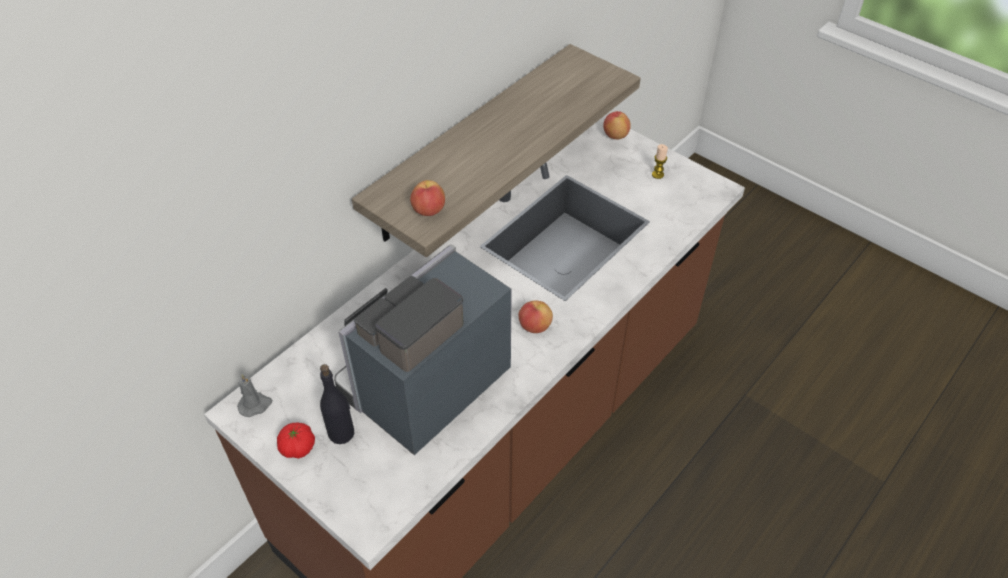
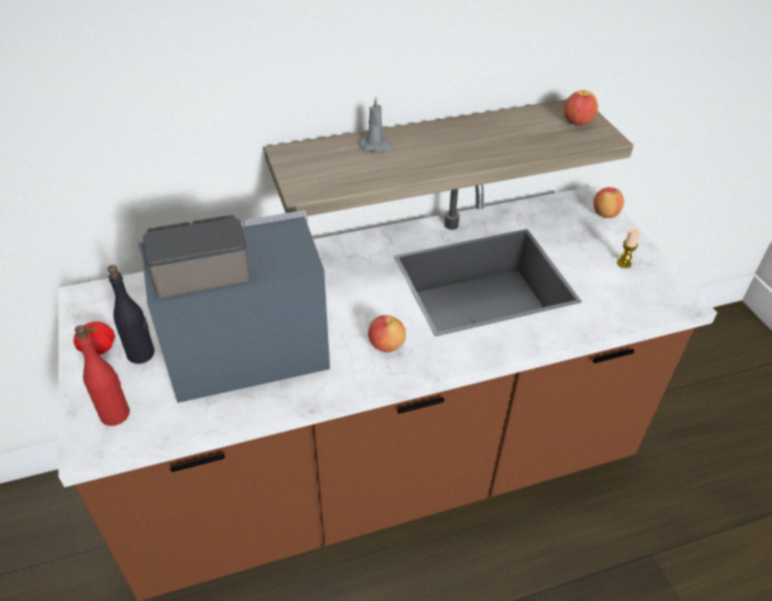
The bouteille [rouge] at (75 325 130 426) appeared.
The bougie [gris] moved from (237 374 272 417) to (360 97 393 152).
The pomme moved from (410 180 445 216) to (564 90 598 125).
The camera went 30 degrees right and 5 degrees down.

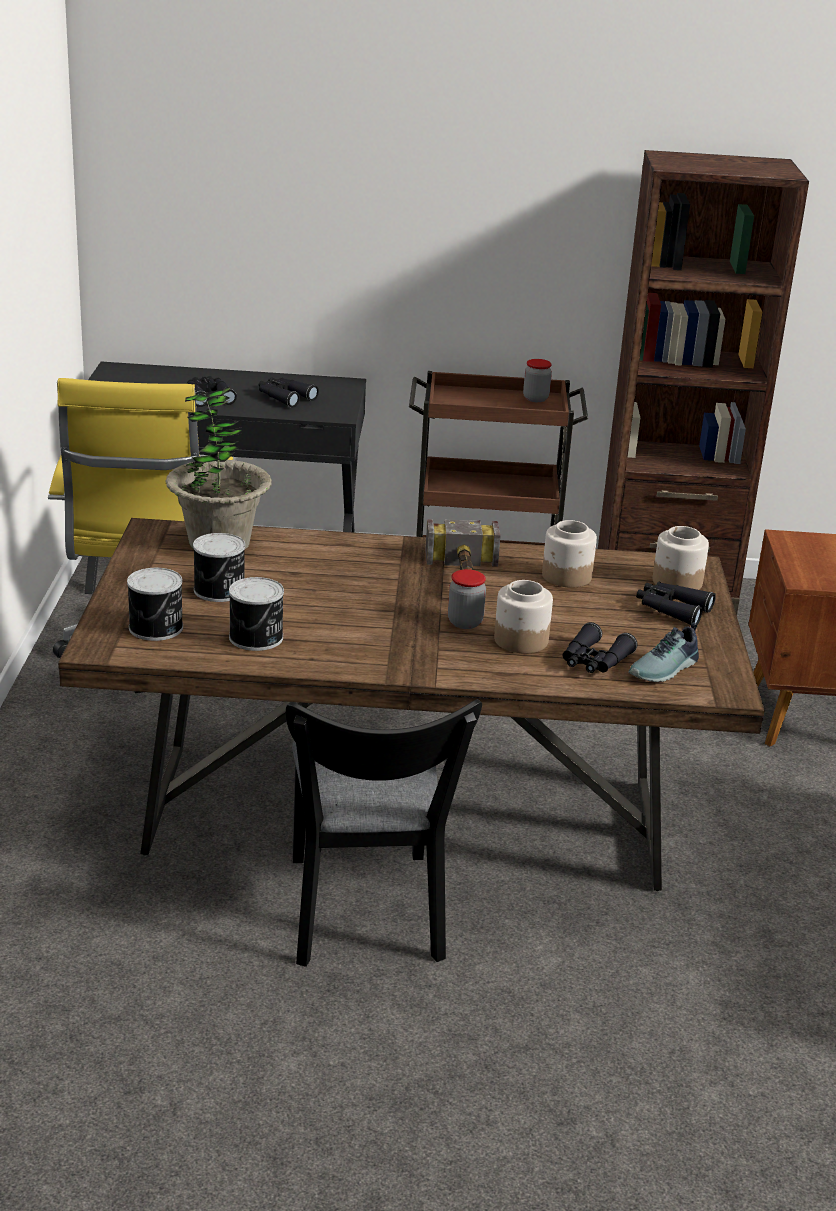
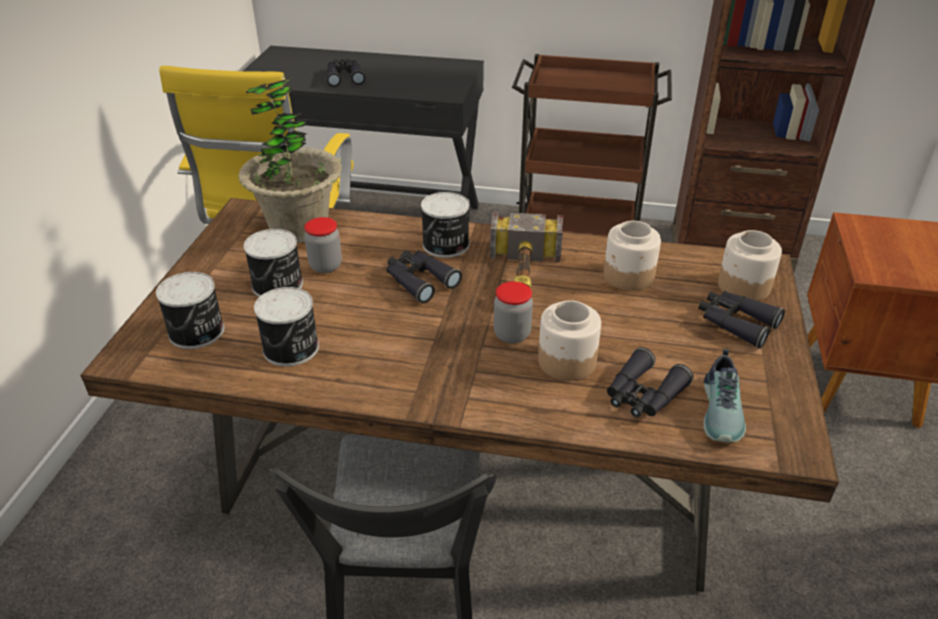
The bocal moved from (523 359 552 402) to (304 217 342 273).
The jumelles [noir] moved from (259 377 319 408) to (386 250 462 303).
The boîte métallique at (421 192 469 258) appeared.
The chaussure at (628 622 699 682) turned 45 degrees counterclockwise.
The camera went 10 degrees right and 10 degrees up.

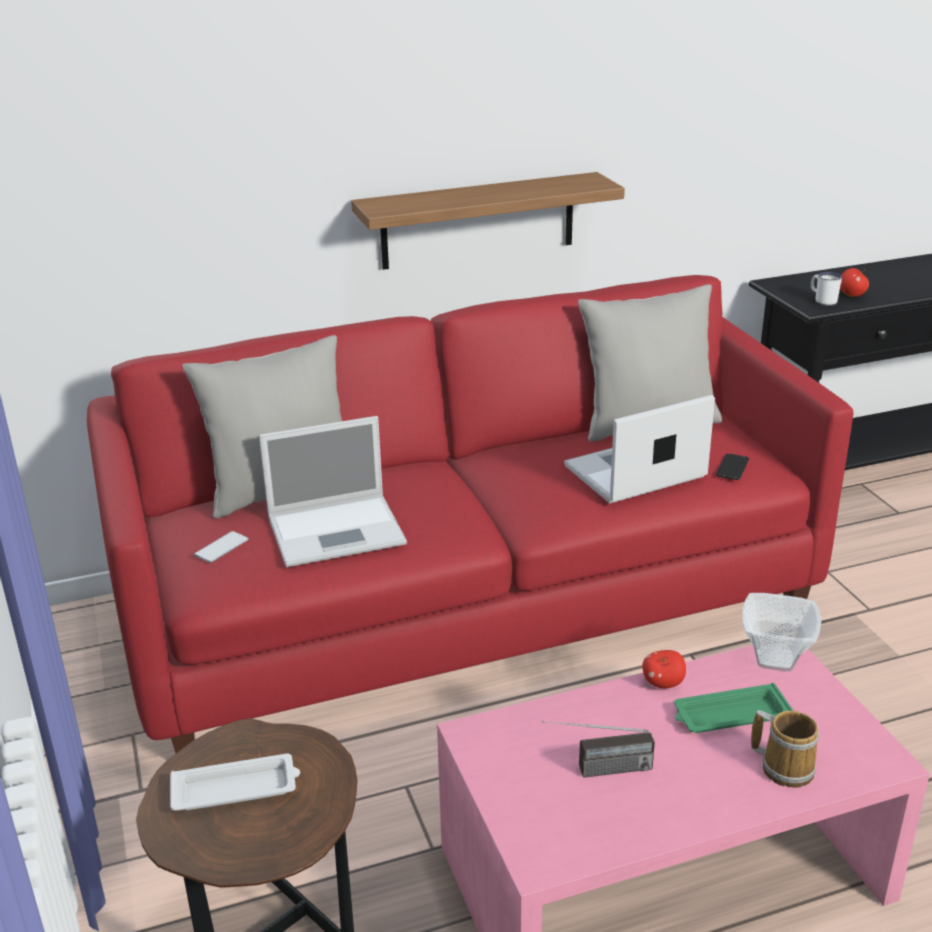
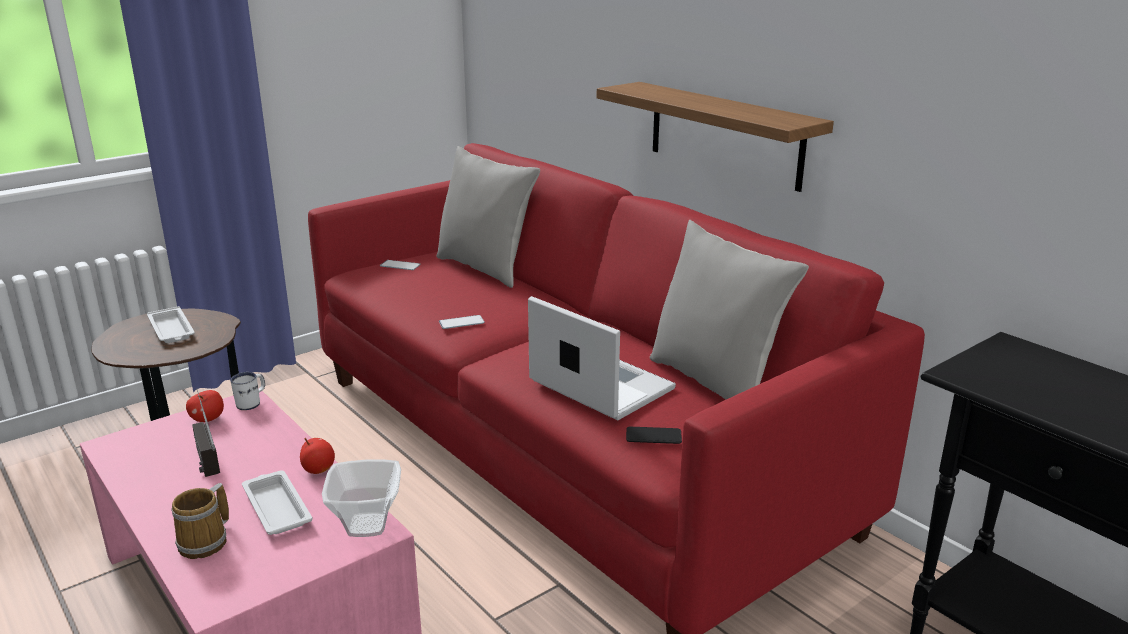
The pomme moved from (840 268 869 297) to (186 390 224 422).
The mug [blanc] moved from (810 272 842 306) to (230 372 265 410).
The plateau [vert] at (674 683 794 733) became the plateau [blanc] at (242 470 313 535).
The téléphone at (439 315 485 329) appeared.
The ordinateur portable at (259 416 407 567) disappeared.
The camera went 70 degrees right and 5 degrees down.

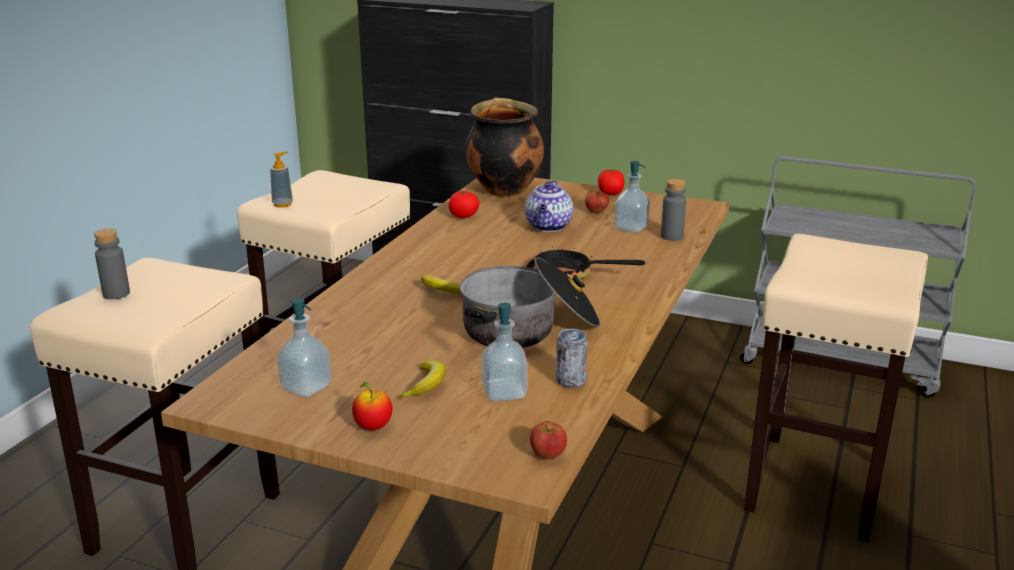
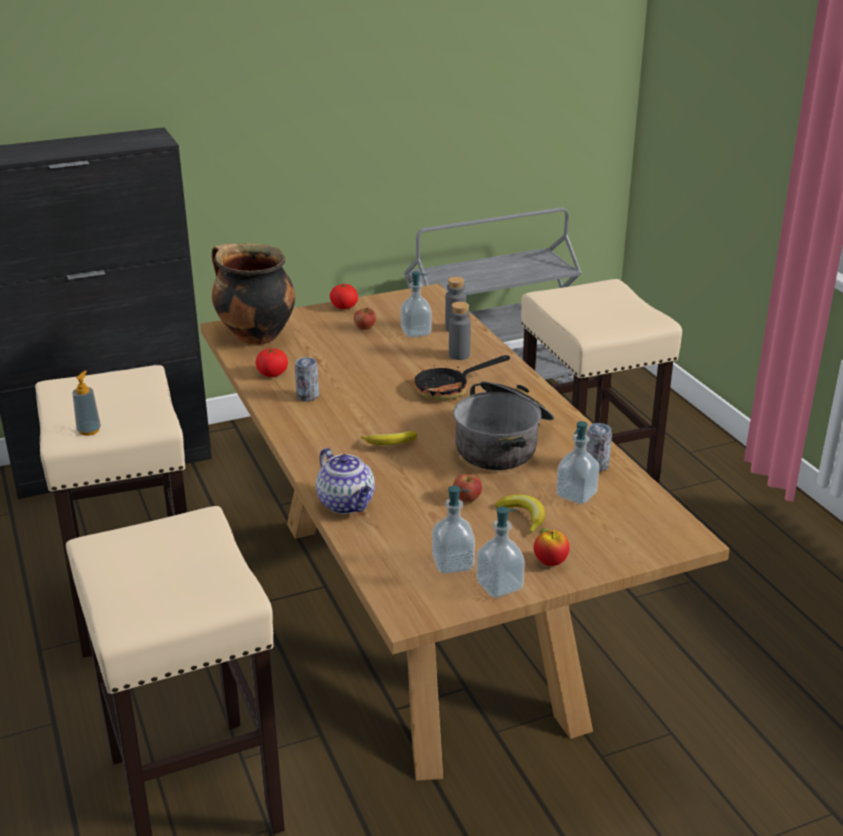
The boîte métallique at (295 357 319 402) appeared.
The théière moved from (525 180 573 232) to (316 448 375 514).
The bouteille [gris] moved from (94 229 130 299) to (449 302 471 360).
The pomme moved from (530 421 567 460) to (453 474 482 502).
The distributeur de savon at (476 506 525 598) appeared.
The camera went 45 degrees left and 5 degrees up.

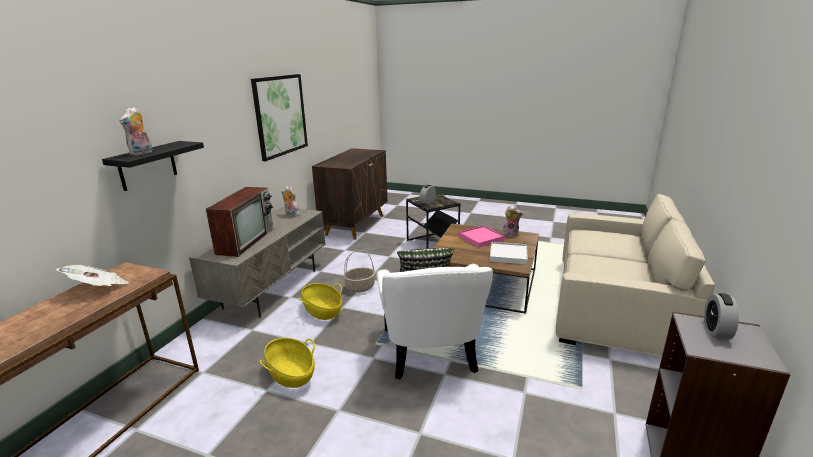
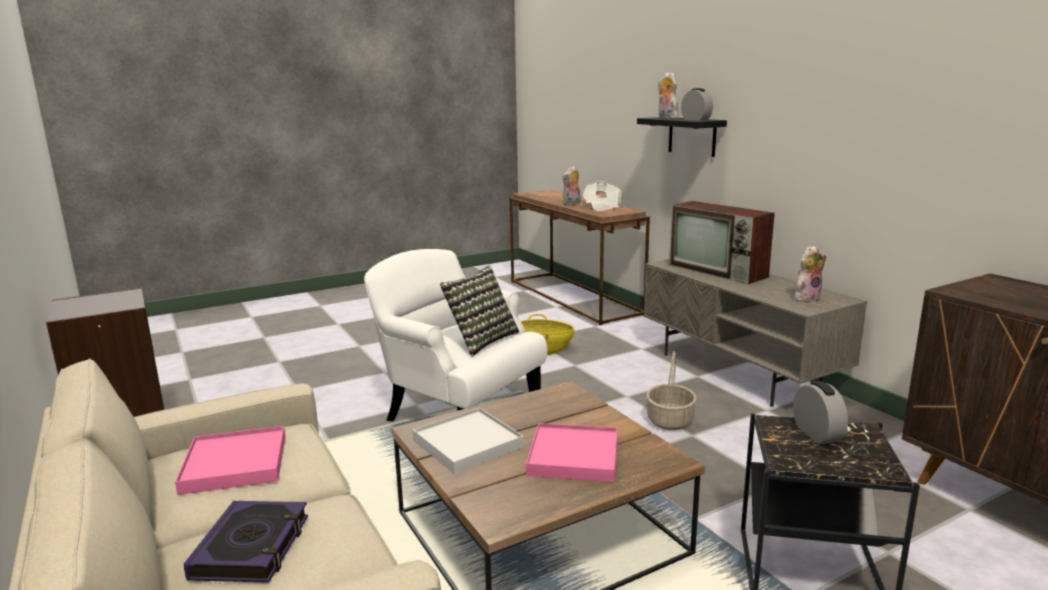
The plateau [rose] at (175 426 286 495) appeared.
The livre at (184 501 308 583) appeared.
The peluche moved from (503 206 523 237) to (562 166 581 205).
The réveil moved from (704 293 739 340) to (681 88 713 120).
The tableau at (251 74 308 161) disappeared.
The panier at (299 283 342 320) disappeared.
The camera went 130 degrees right and 5 degrees down.

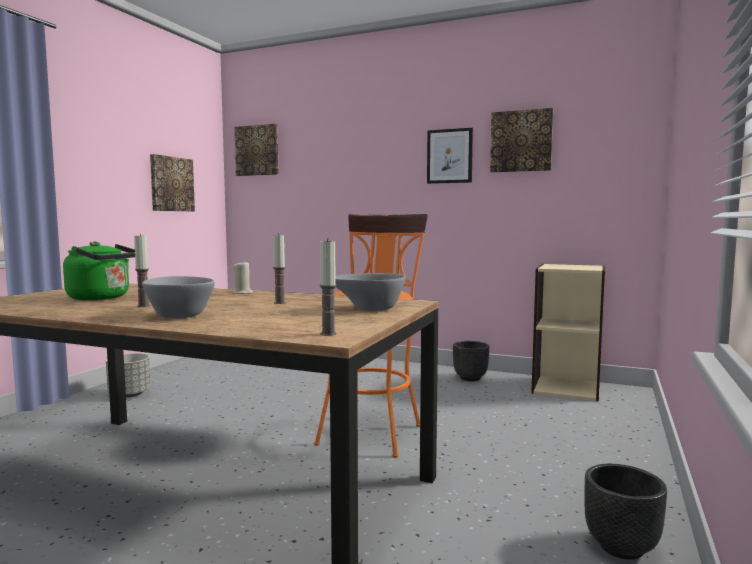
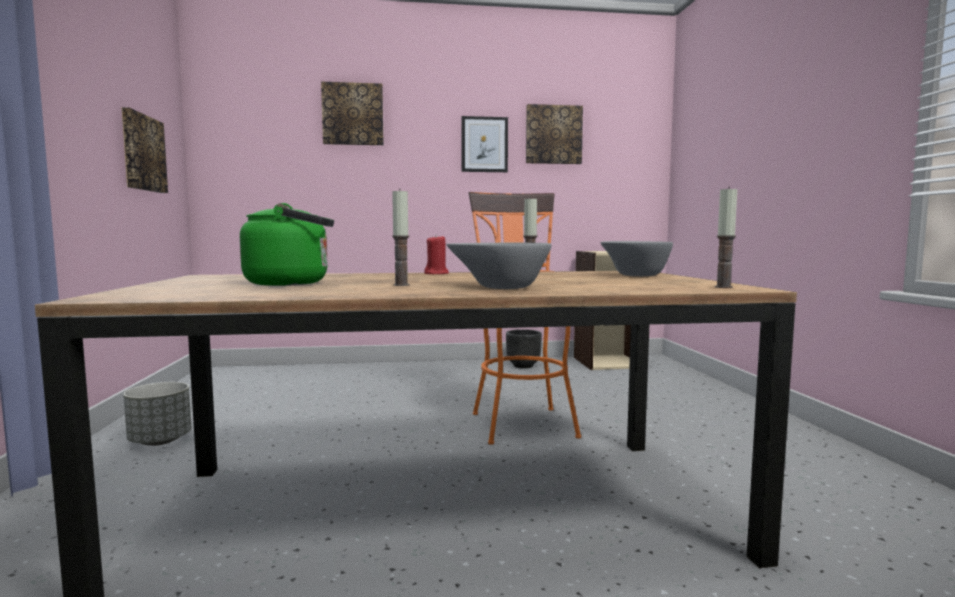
The tableau moved from (234 124 279 176) to (321 82 384 145).
The bougie [beige] at (232 260 253 294) became the bougie [rouge] at (424 234 449 274).
The cache-pot [noir] at (584 464 667 560) disappeared.
The camera went 30 degrees left and 0 degrees up.

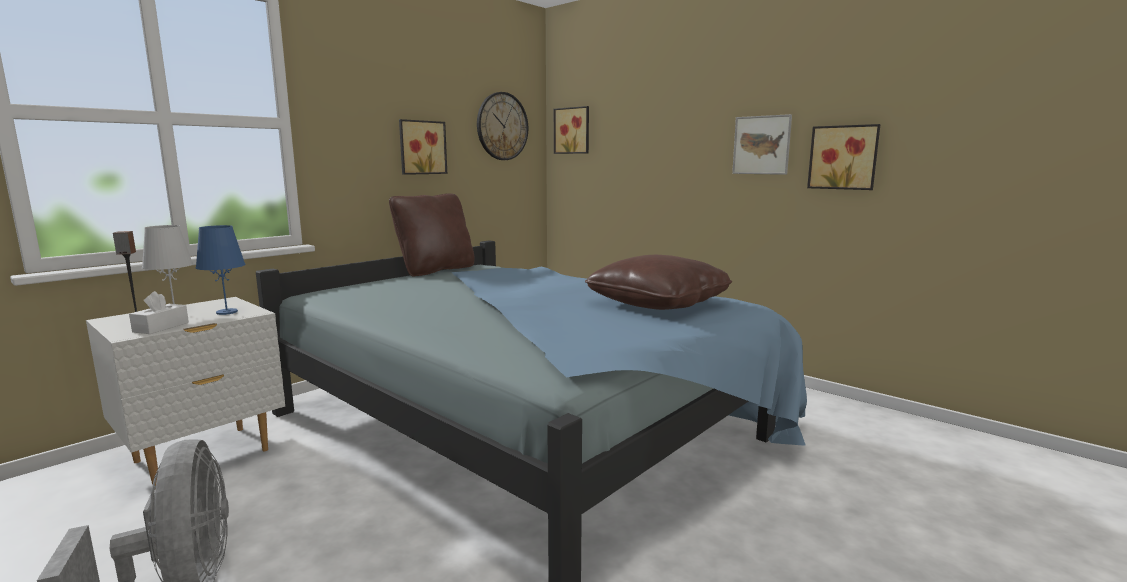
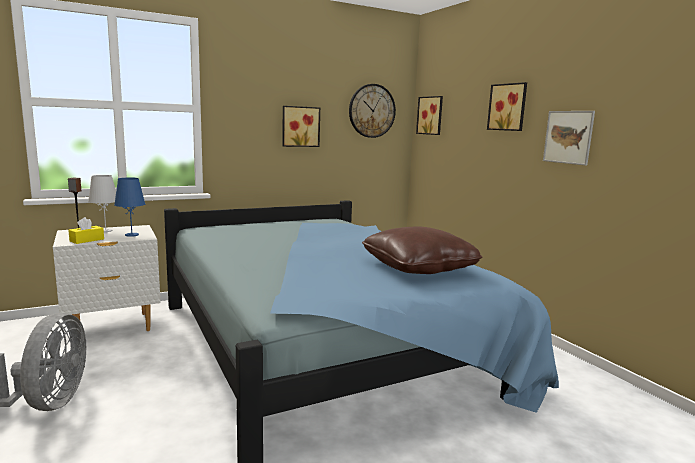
The boîte à mouchoirs [blanc] at (129 291 189 334) became the boîte à mouchoirs [jaune] at (68 217 104 244).
The tableau moved from (807 124 880 190) to (487 82 527 131).
The coussin [marron] at (389 193 475 277) disappeared.
The camera went 20 degrees right and 0 degrees up.

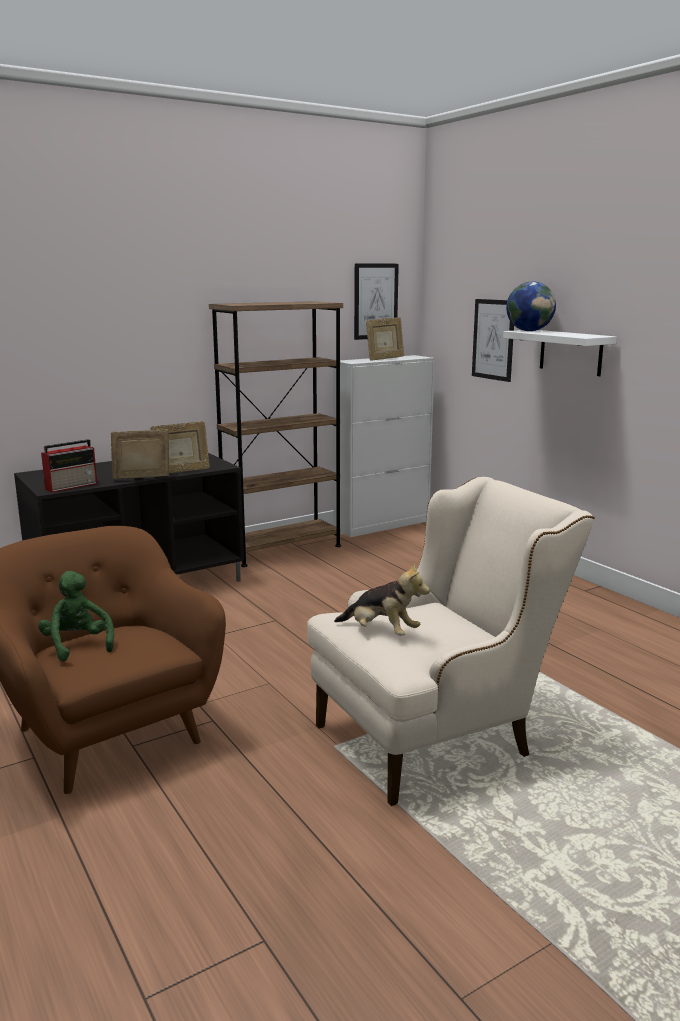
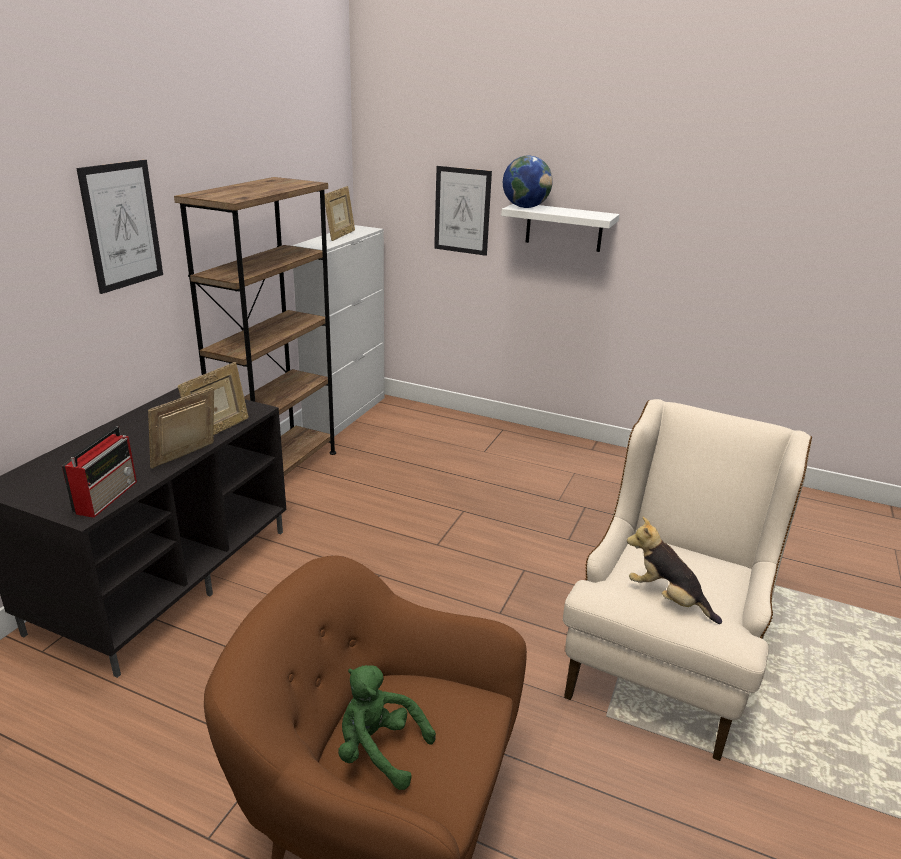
The tableau moved from (354 263 399 340) to (76 160 163 294).
The peluche at (334 563 430 636) turned 135 degrees counterclockwise.
The camera went 35 degrees left and 10 degrees up.

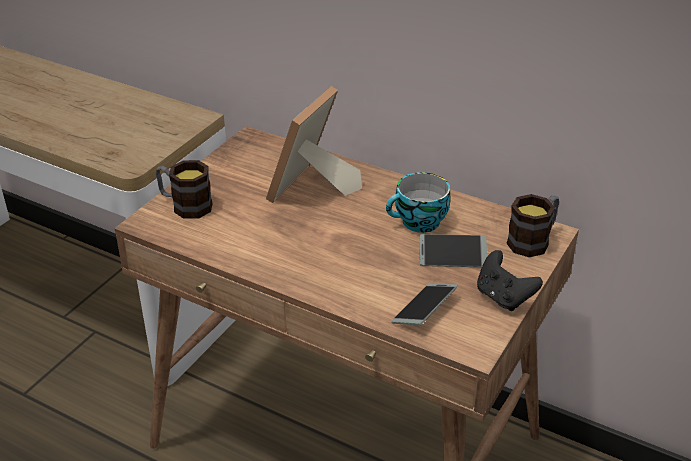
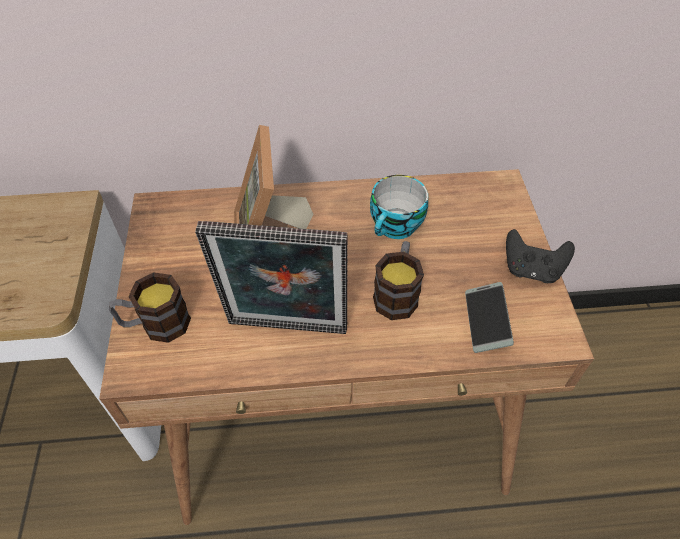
The cadre photo at (195 221 347 334) appeared.
The mug moved from (506 194 559 257) to (373 241 424 320).
The téléphone at (420 234 487 267) disappeared.
The camera went 35 degrees left and 15 degrees up.

